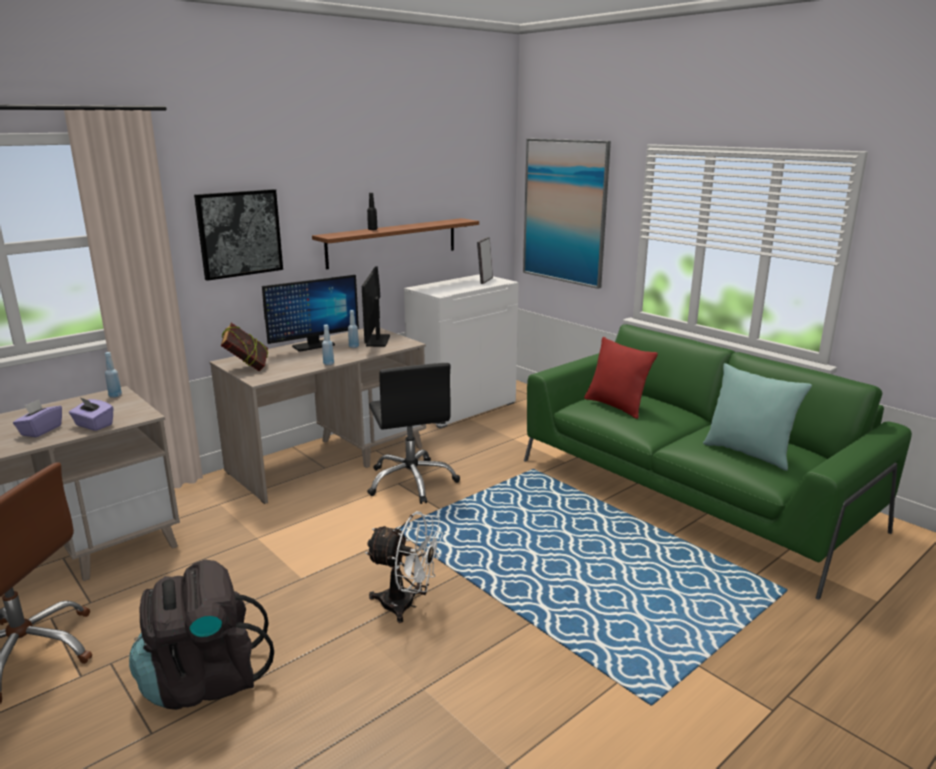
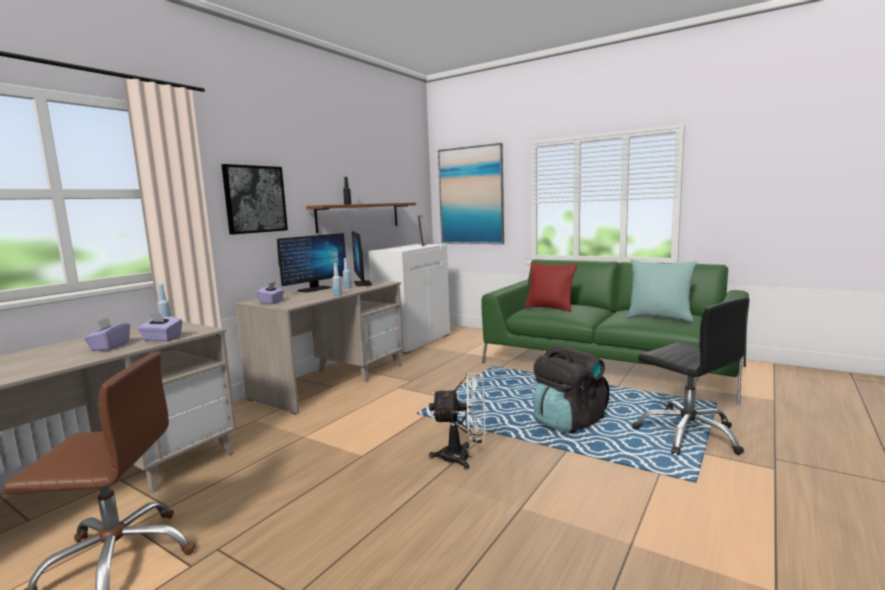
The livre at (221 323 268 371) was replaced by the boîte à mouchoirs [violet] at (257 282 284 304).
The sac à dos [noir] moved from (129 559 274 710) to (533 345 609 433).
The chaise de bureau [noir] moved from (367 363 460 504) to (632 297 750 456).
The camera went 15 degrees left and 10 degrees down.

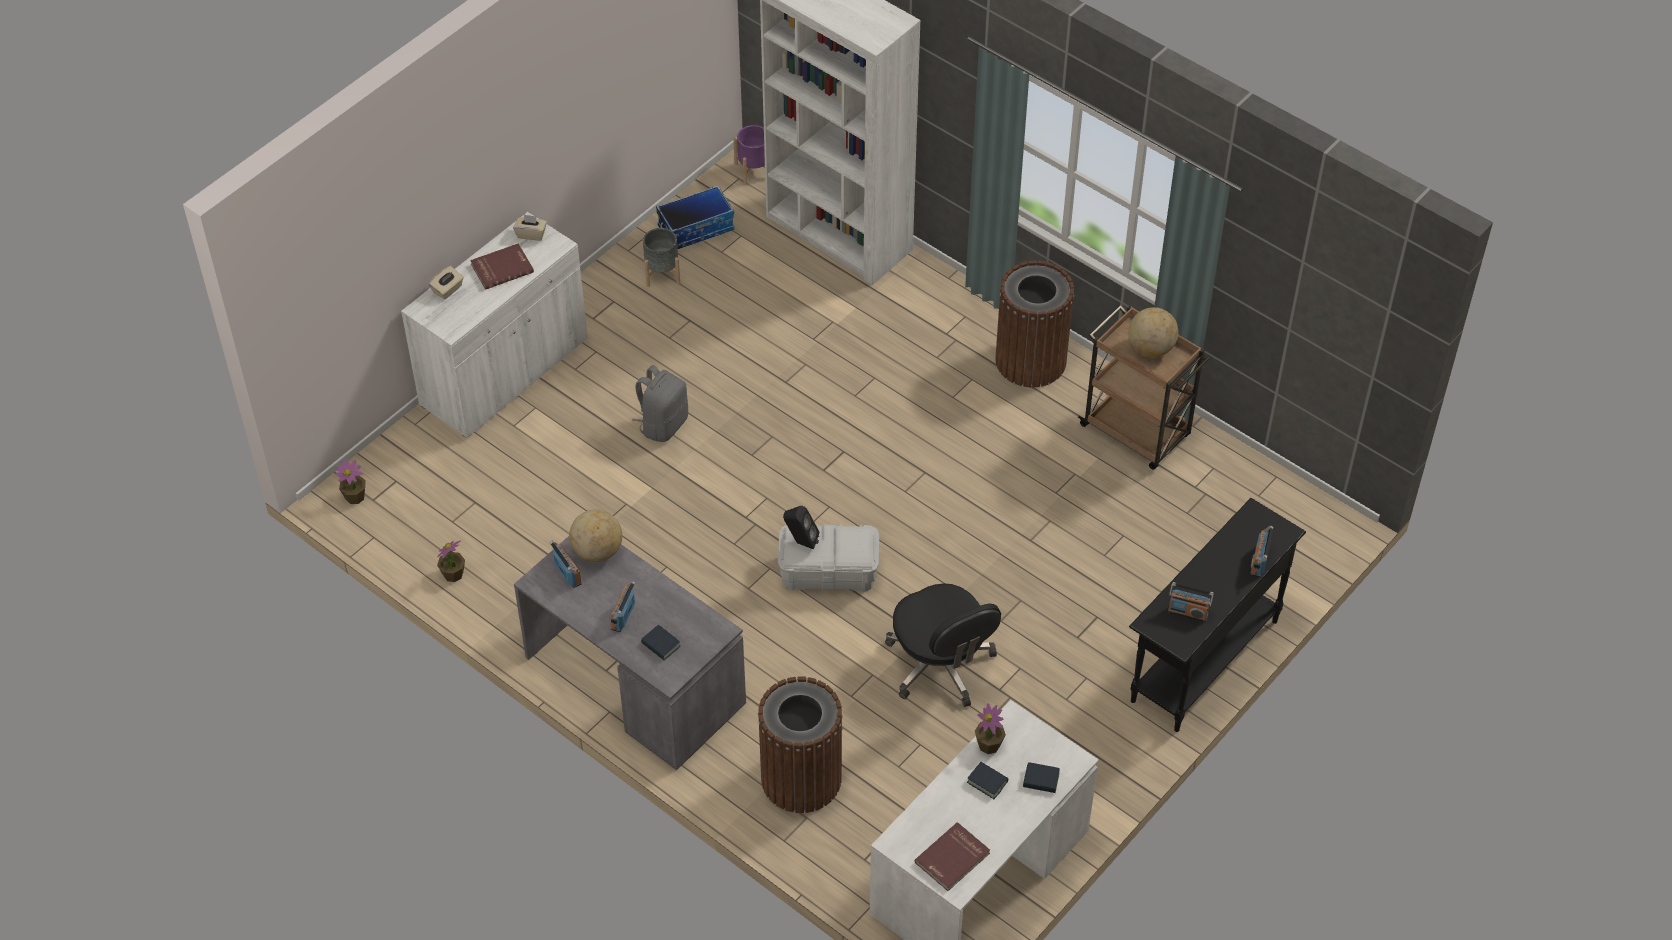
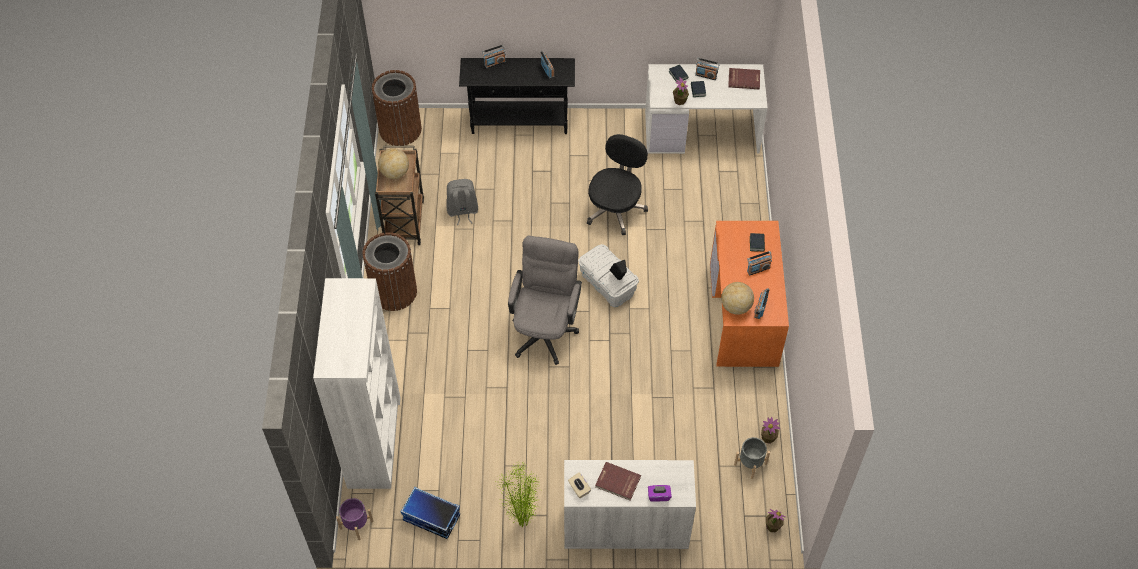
The poubelle [marron] moved from (758 676 843 813) to (372 70 422 146).
The sac à dos [gris] moved from (633 365 688 442) to (446 179 478 225).
The plante en pot at (496 462 542 527) appeared.
The chaise de bureau [gris] at (508 236 582 365) appeared.
The boîte à mouchoirs [beige] at (429 266 464 300) became the boîte à mouchoirs [violet] at (648 485 672 502).
The radio at (695 58 720 80) appeared.
The bureau [gris] at (514 536 746 770) became the bureau [orange] at (710 221 789 367).
The cache-pot [gris] moved from (642 228 680 287) to (734 437 770 479).
The camera went 130 degrees left and 5 degrees up.

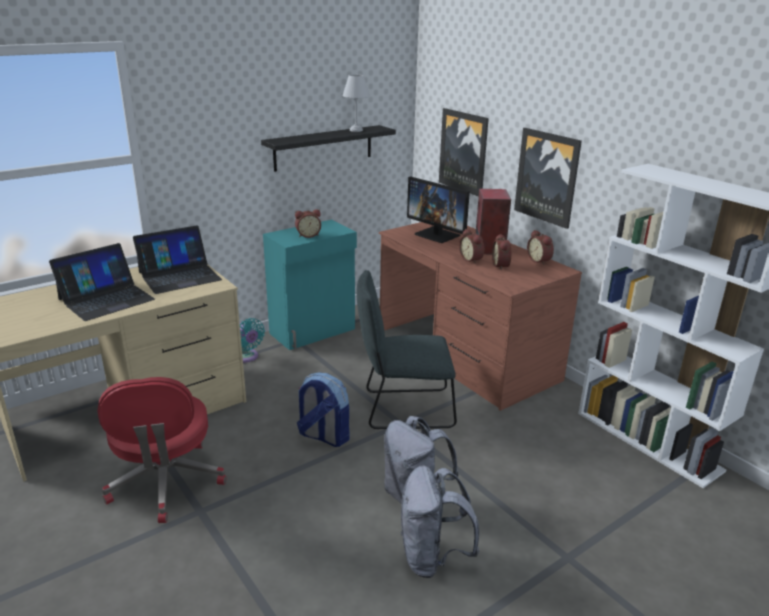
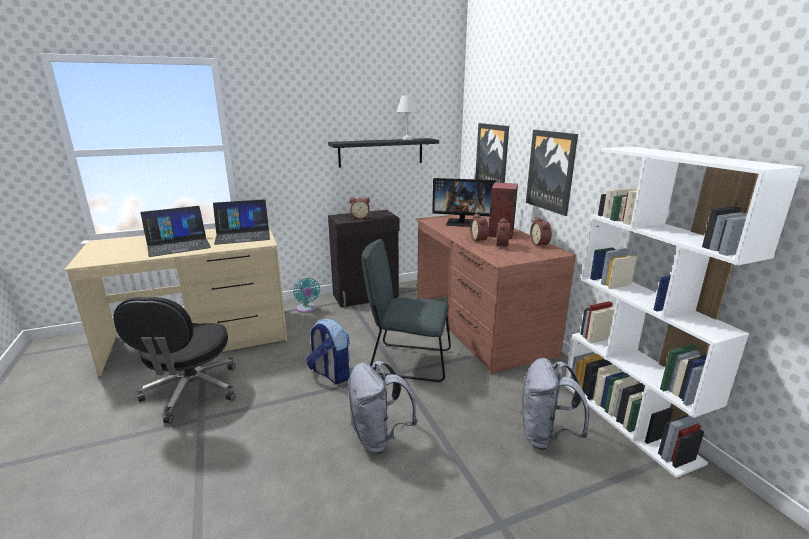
The chaise de bureau [rouge] at (97 377 226 523) became the chaise de bureau [noir] at (113 297 236 424).
The meuble de rangement [turquoise] at (263 220 357 350) became the meuble de rangement [noir] at (328 210 399 308).
The écran d'ordinateur at (407 176 470 243) turned 45 degrees counterclockwise.
The sac à dos [gris] moved from (400 466 479 578) to (521 358 590 450).
The camera went 15 degrees right and 5 degrees down.

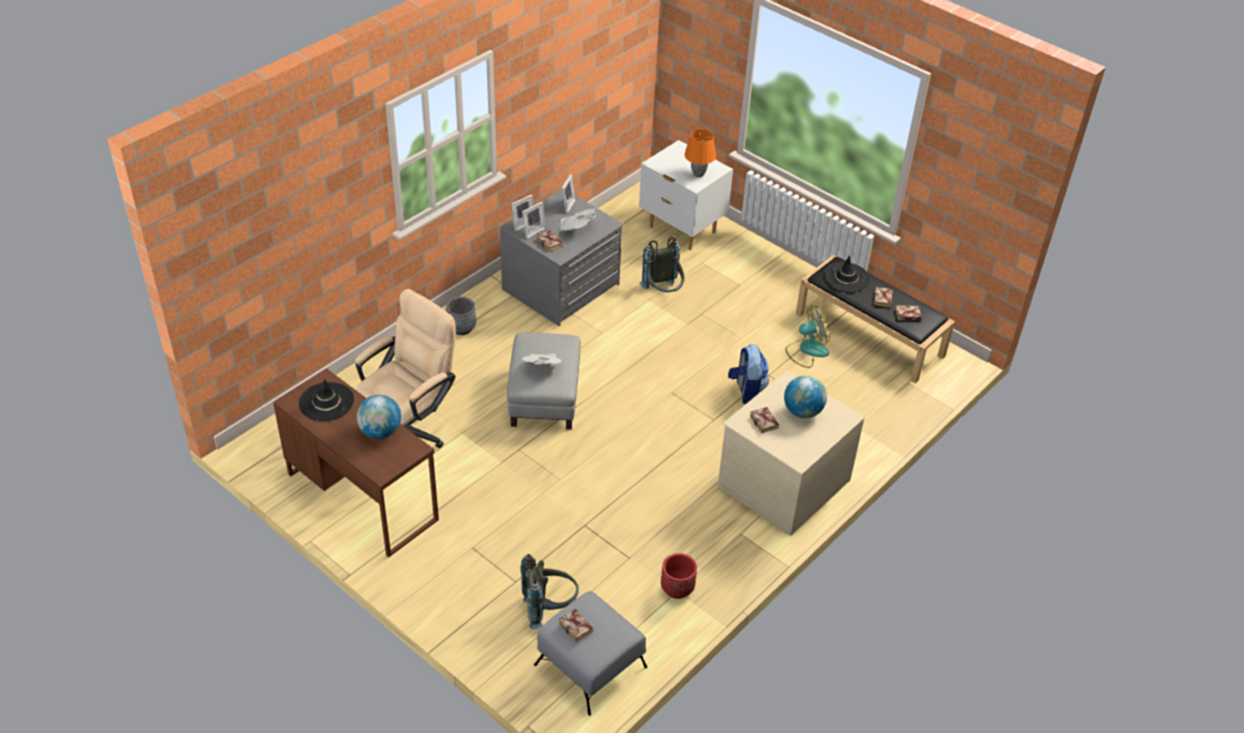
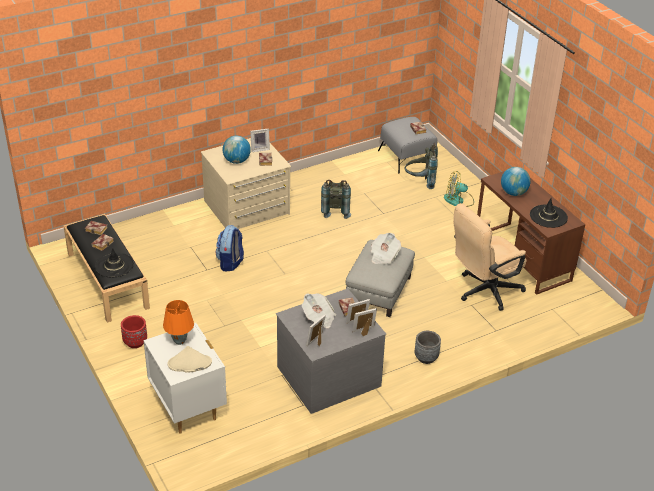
The cache-pot [rouge] moved from (661 553 697 599) to (121 315 147 348).
The chapeau [beige] at (167 346 212 372) appeared.
The cadre photo at (250 128 270 152) appeared.
The sac à dos [gris] moved from (640 237 685 292) to (321 180 351 219).
The ventilateur moved from (785 305 830 368) to (444 171 474 207).
The camera went 160 degrees left and 5 degrees down.

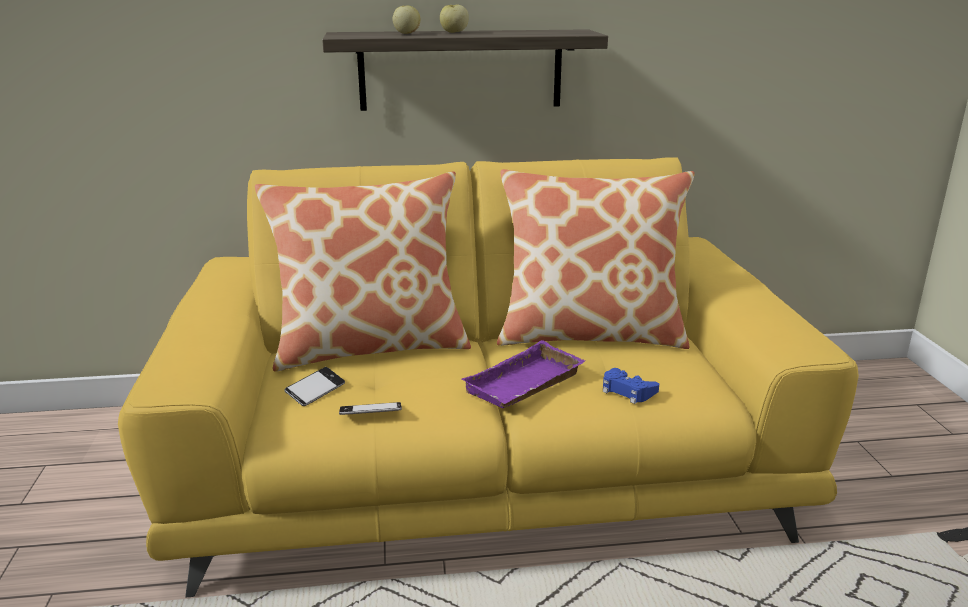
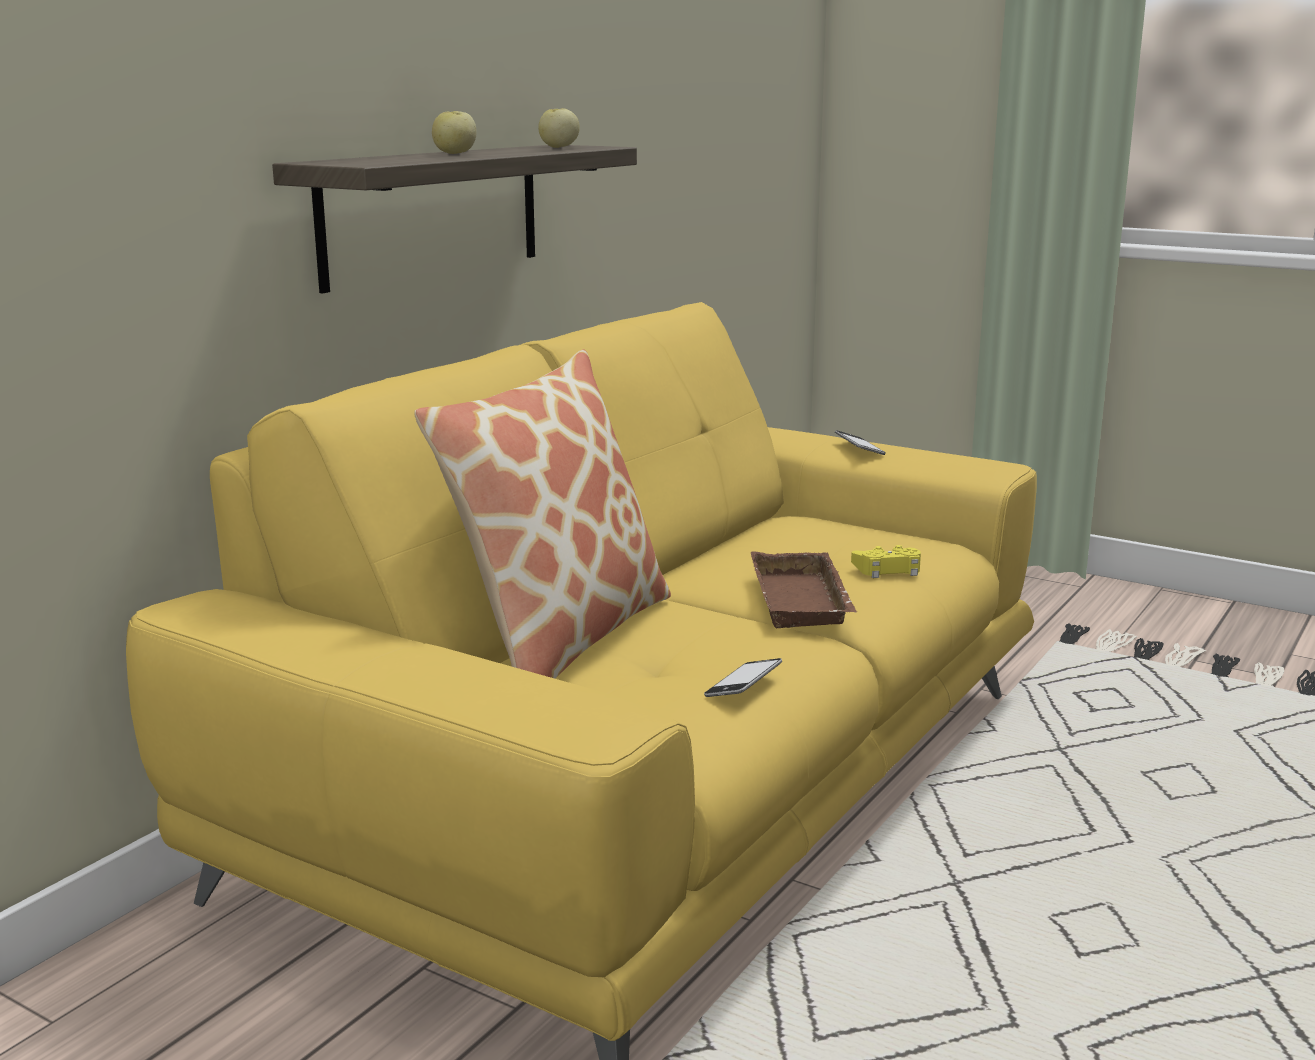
The pomme moved from (393 5 420 34) to (538 108 580 148).
The plateau [violet] at (462 340 585 408) became the plateau [marron] at (751 551 857 628).
The téléphone moved from (284 367 345 406) to (835 430 886 455).
The manette [bleu] at (603 368 659 404) became the manette [jaune] at (851 545 921 578).
The coussin at (497 169 695 349) disappeared.
The camera went 50 degrees left and 5 degrees down.

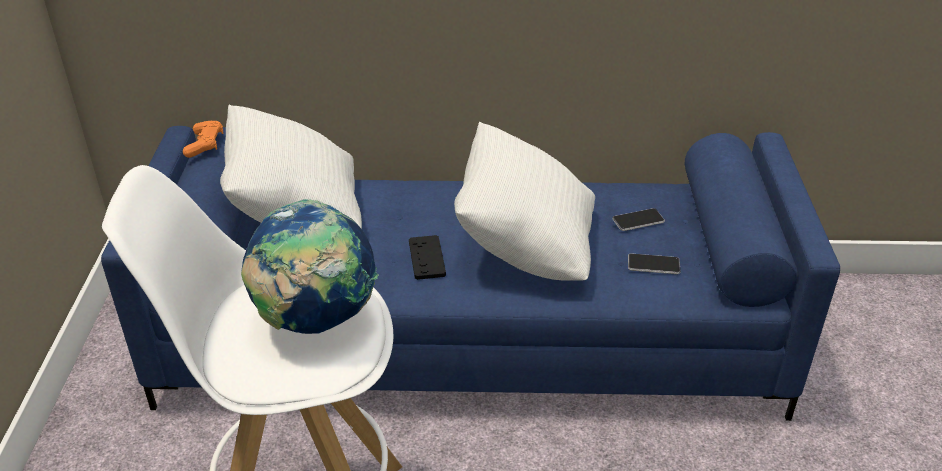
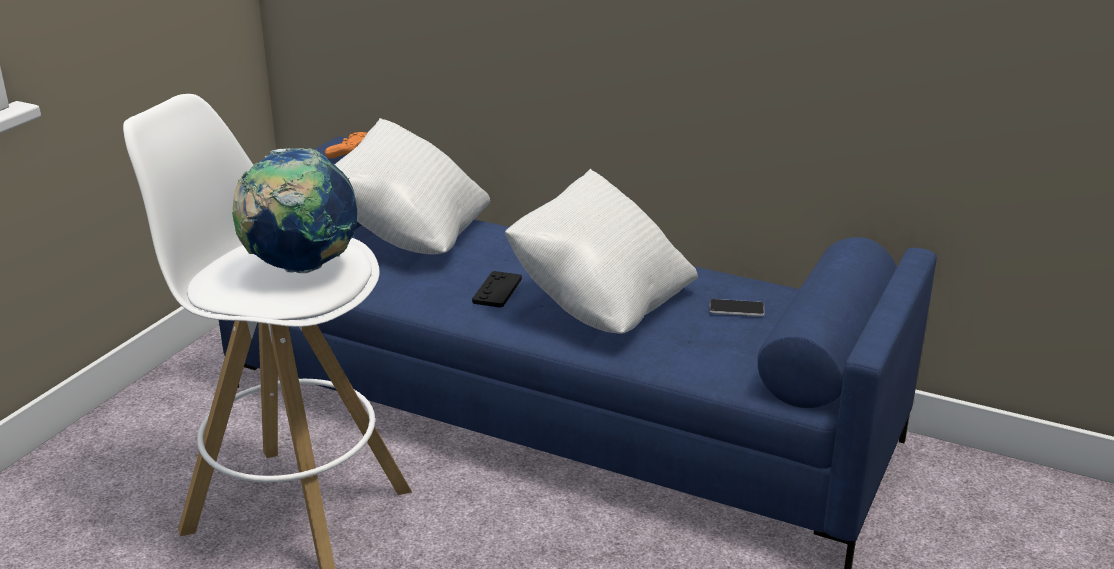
The téléphone at (628 253 680 274) disappeared.
The camera went 25 degrees right and 10 degrees down.

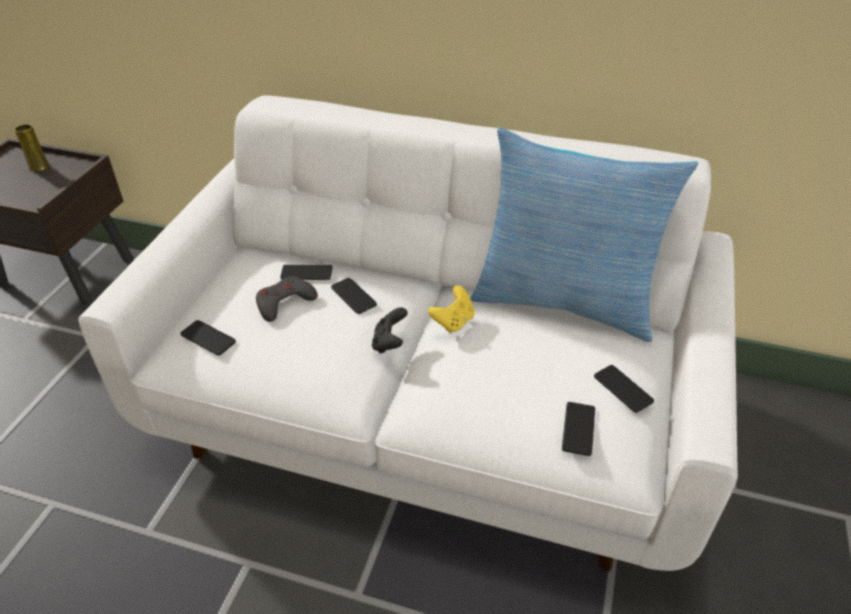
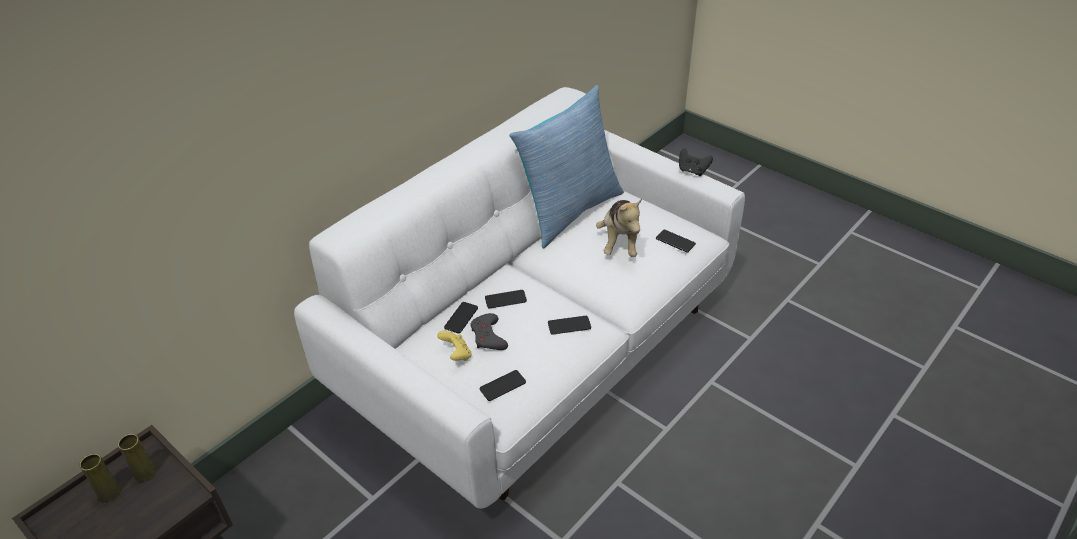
The vase [jaune] at (118 434 157 482) appeared.
The manette [jaune] moved from (428 286 474 333) to (437 331 472 361).
The téléphone moved from (594 365 654 413) to (548 316 591 334).
The peluche at (596 198 642 257) appeared.
The manette [noir] moved from (372 307 408 354) to (679 148 713 176).
The camera went 65 degrees left and 0 degrees up.

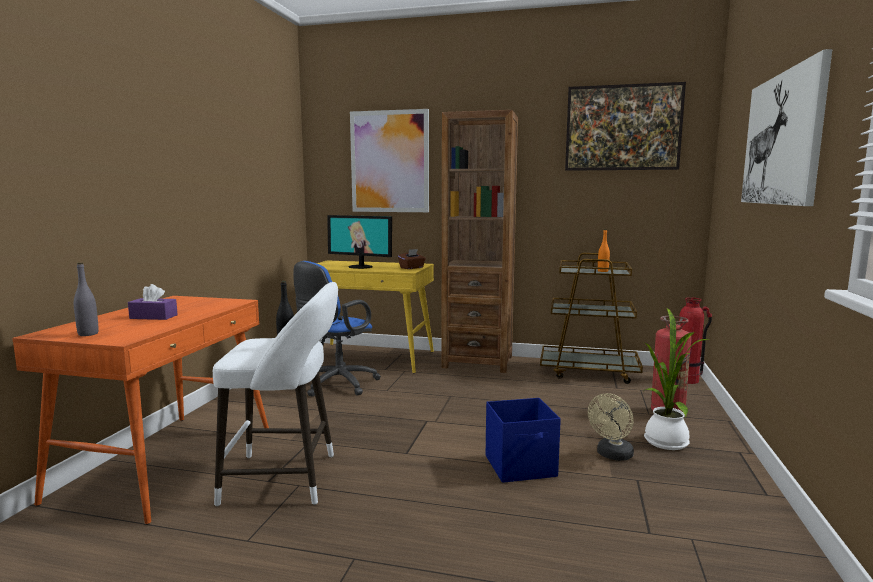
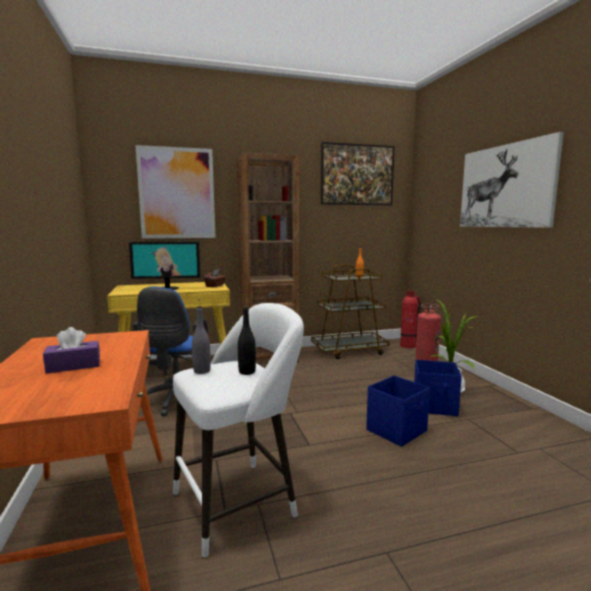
The bouteille [gris] moved from (74 263 99 336) to (192 306 211 374).
The ventilateur [beige] at (588 393 634 461) was replaced by the boîte de rangement [bleu] at (414 360 462 416).
The camera went 30 degrees left and 0 degrees up.

